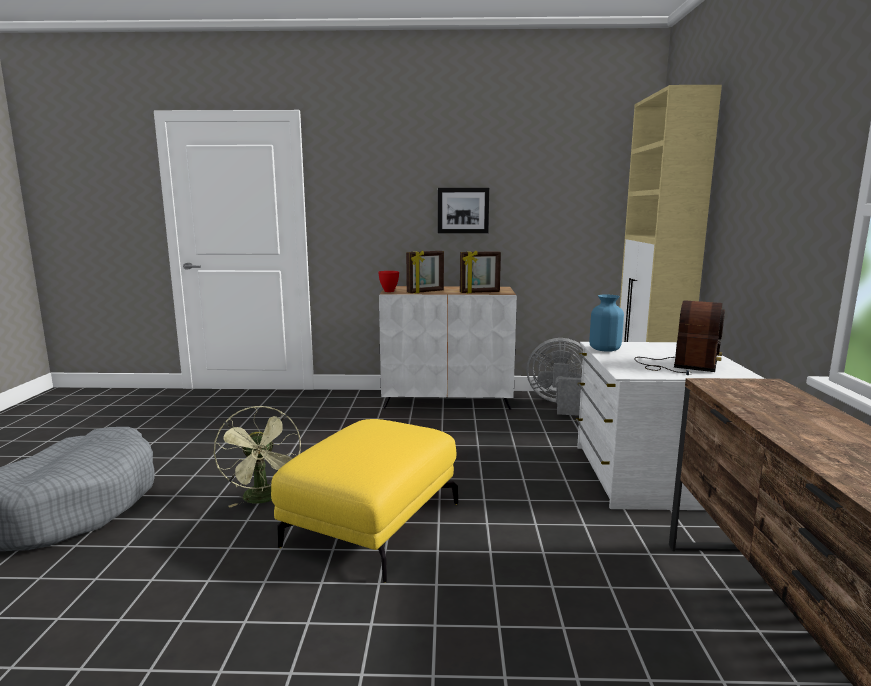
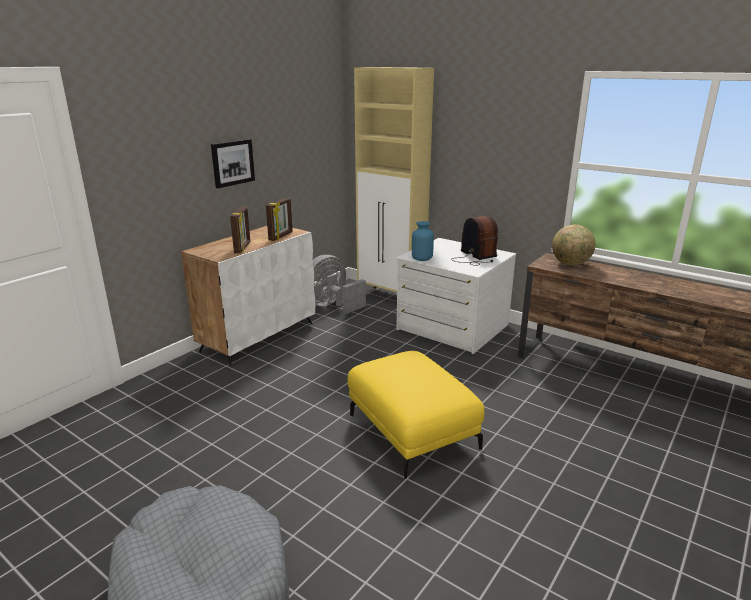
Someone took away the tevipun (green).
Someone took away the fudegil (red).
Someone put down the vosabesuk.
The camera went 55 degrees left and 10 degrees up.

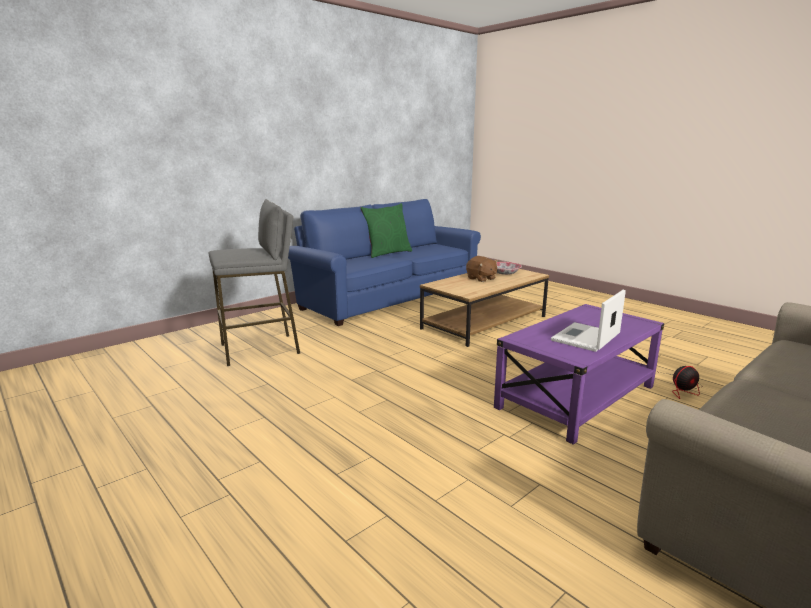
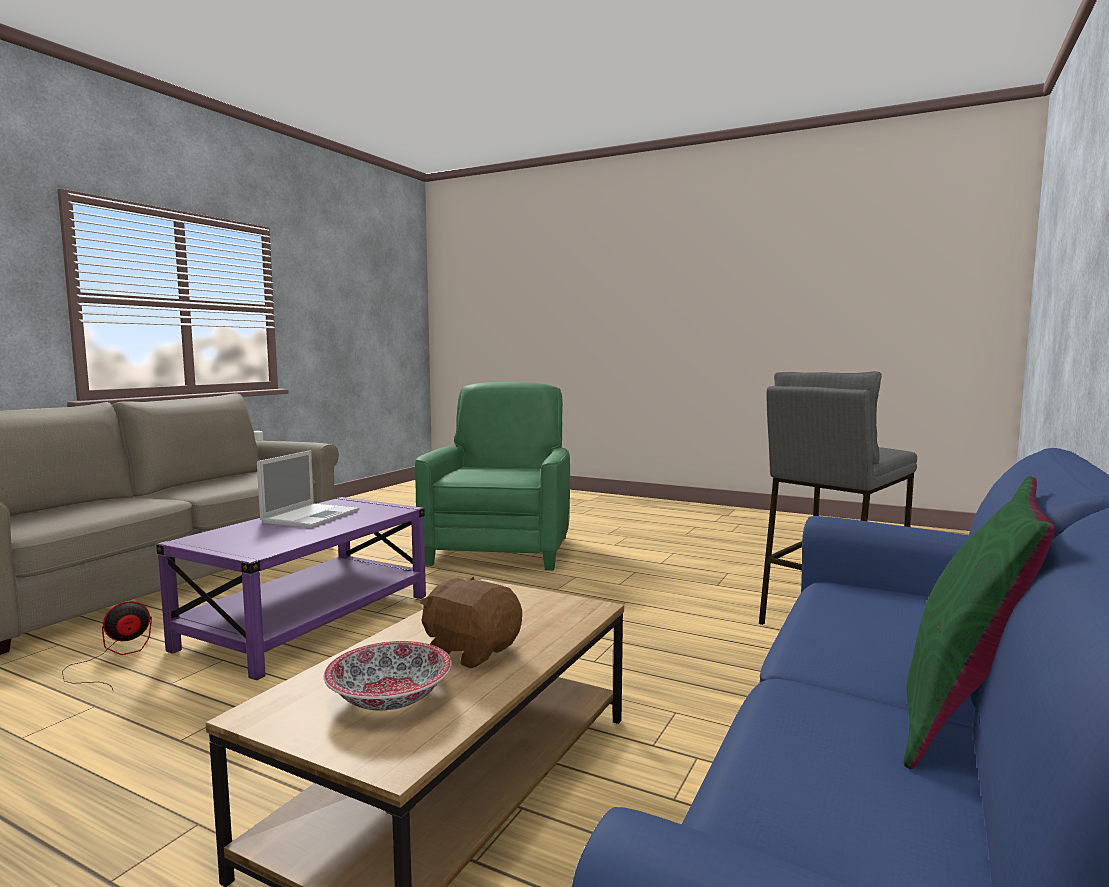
Someone put down the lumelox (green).
The camera went 160 degrees right and 10 degrees down.

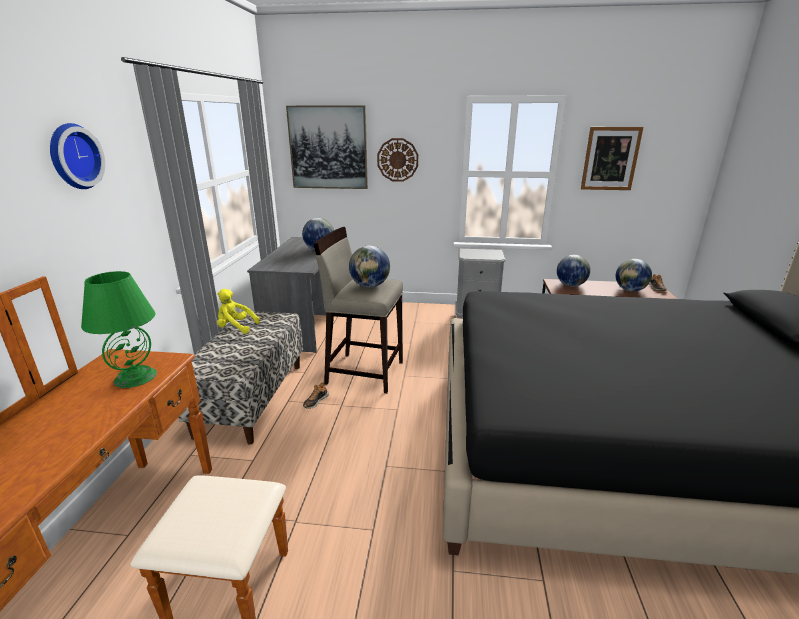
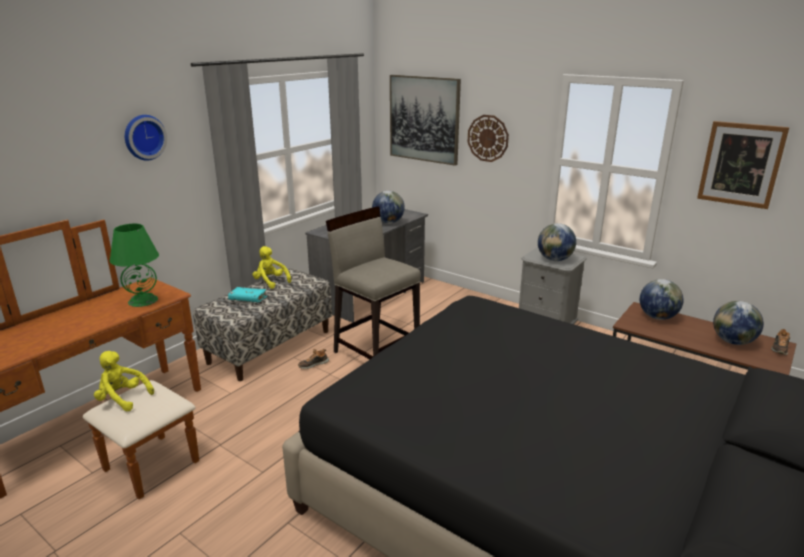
Someone put down the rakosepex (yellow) (no. 1 from left).
Someone put down the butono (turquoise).
Someone carried the vosabesuk (no. 2 from left).
The camera went 30 degrees right and 0 degrees up.

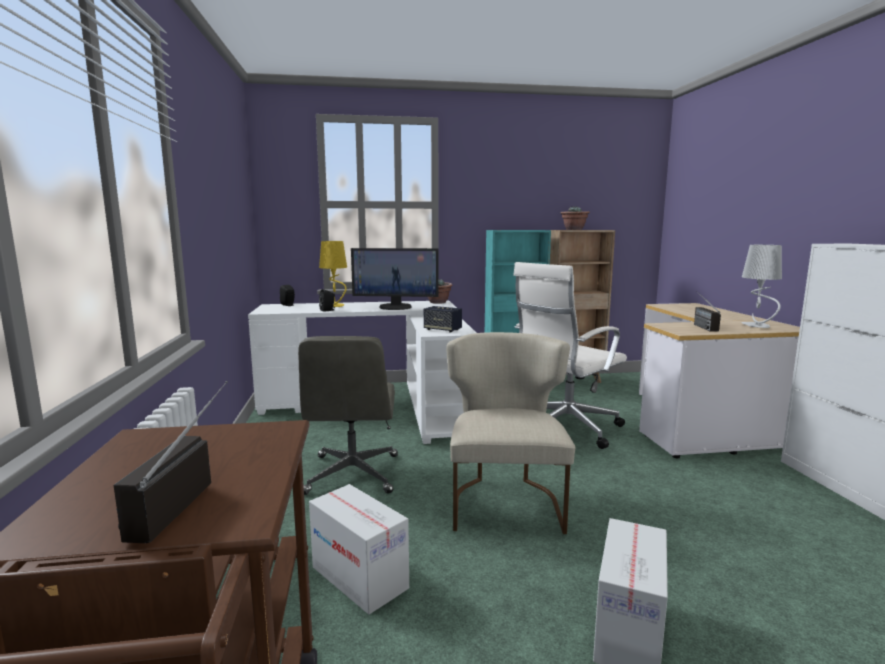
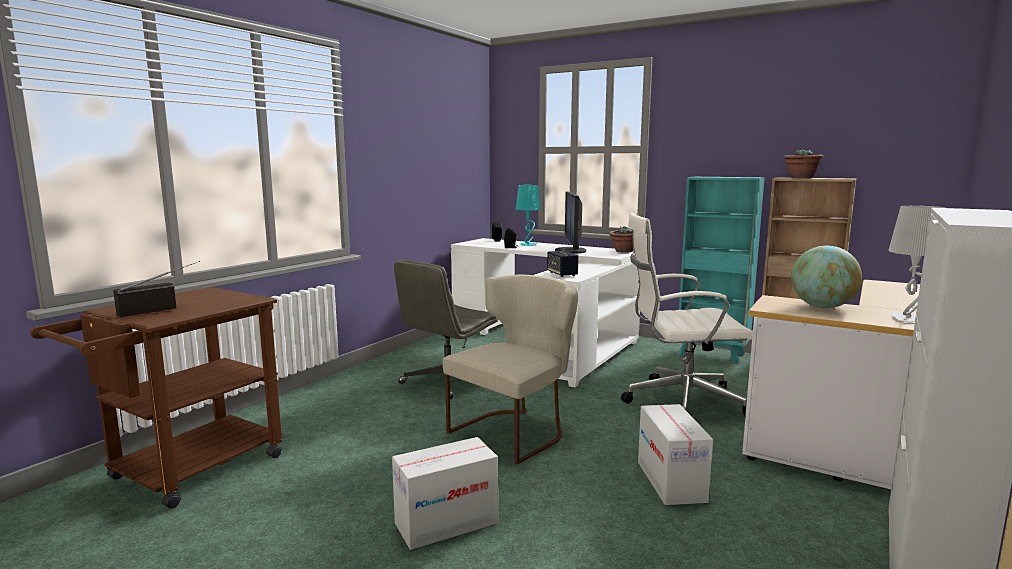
Someone carried the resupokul (no. 1 from left in the first image).
Someone swapped the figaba (no. 2 from left) for the vosabesuk.
Someone repainted the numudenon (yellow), which became the numudenon (turquoise).
Someone rotated the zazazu by 45 degrees clockwise.
The camera went 40 degrees right and 0 degrees up.

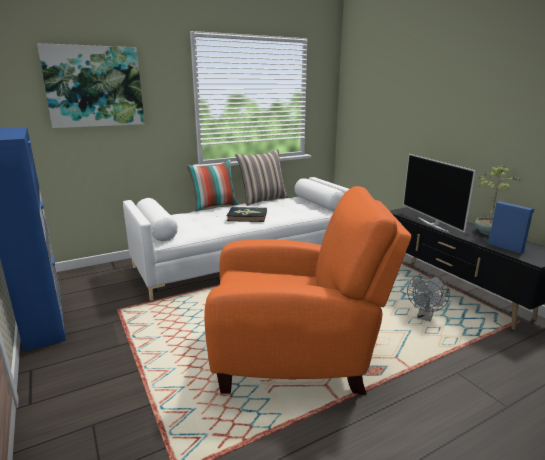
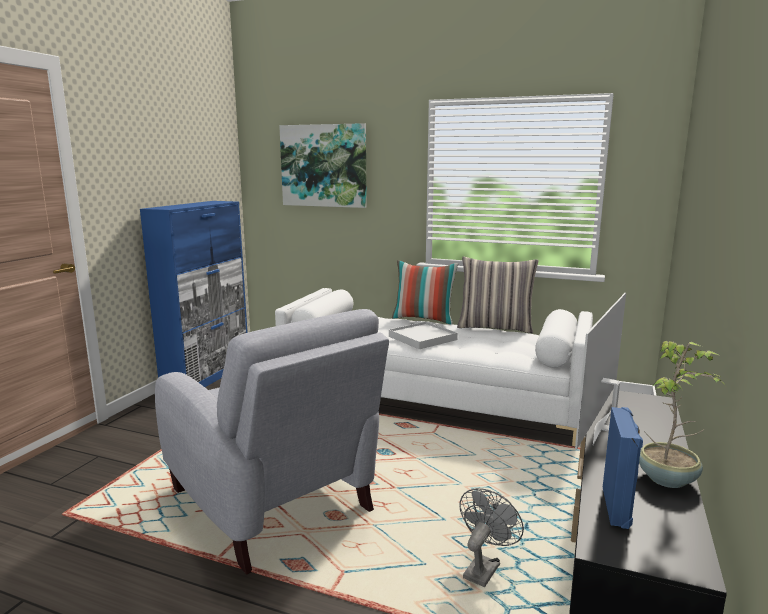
Someone swapped the butono for the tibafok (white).
Someone repainted the lumelox (orange), which became the lumelox (grey).
Someone rotated the tevipun (grey) by 135 degrees clockwise.
The camera went 50 degrees right and 5 degrees down.

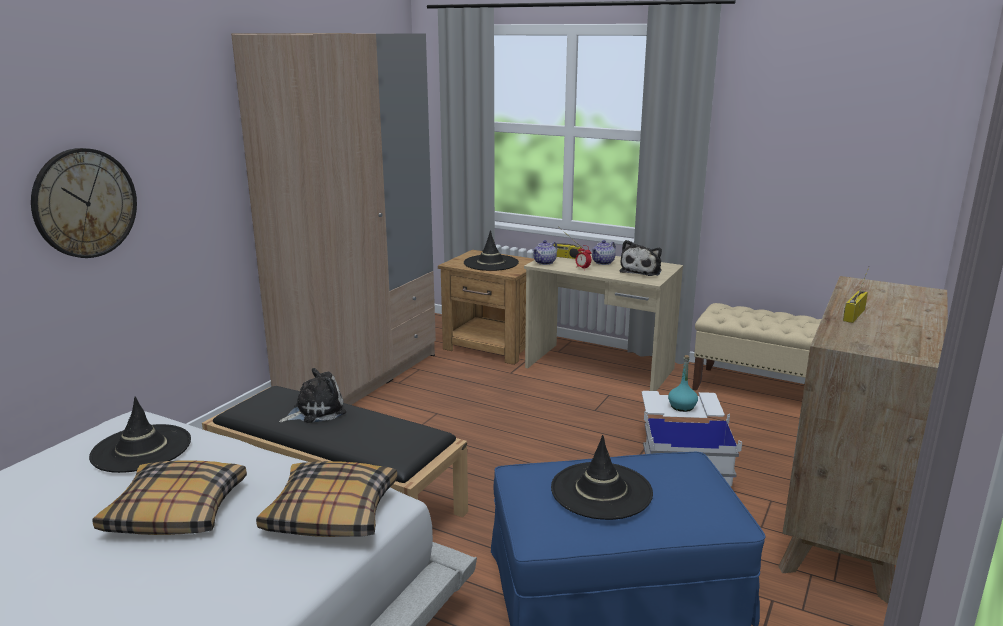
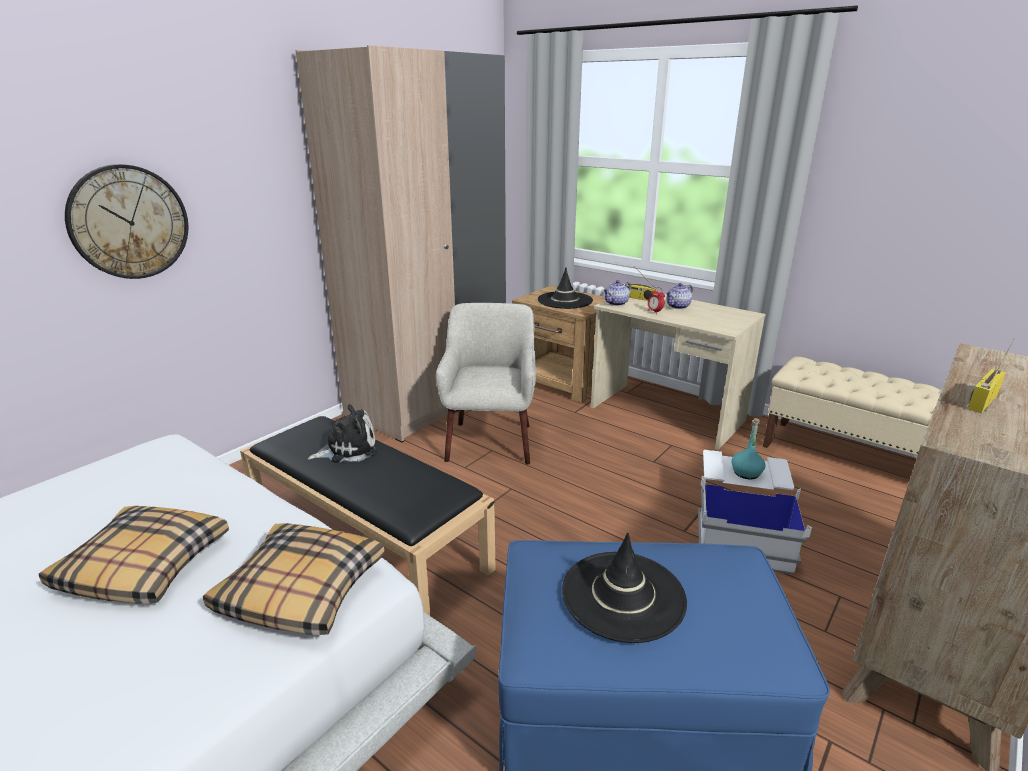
Someone took away the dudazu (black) (no. 1 from left).
Someone took away the rakosepex (no. 2 from left).
Someone put down the lumelox (beige).
The camera went 10 degrees right and 5 degrees up.

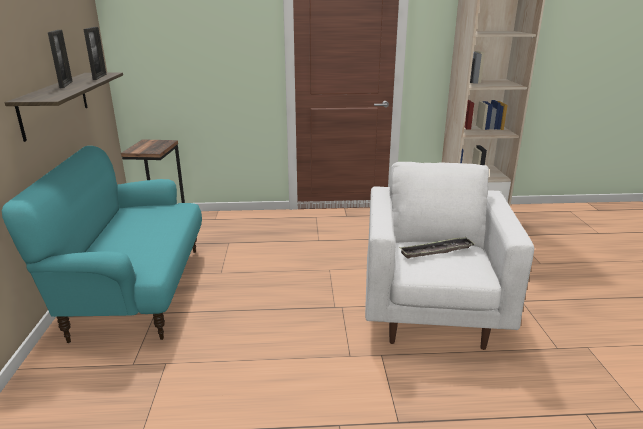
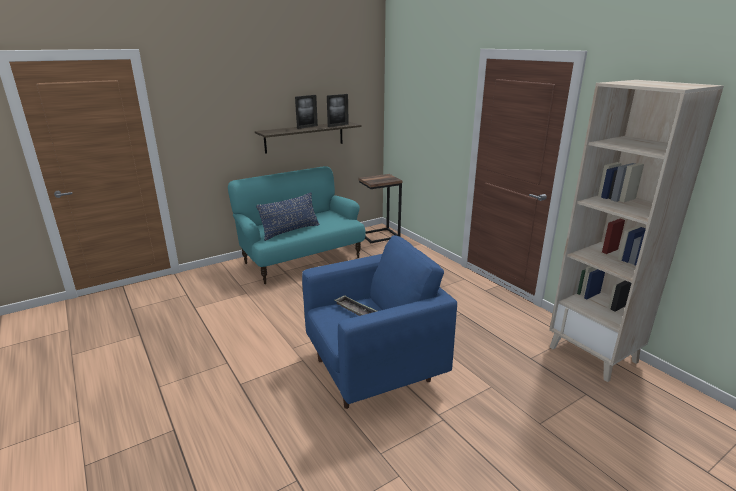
Someone put down the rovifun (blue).
Someone repainted the lumelox (white), which became the lumelox (blue).
The camera went 60 degrees right and 0 degrees up.

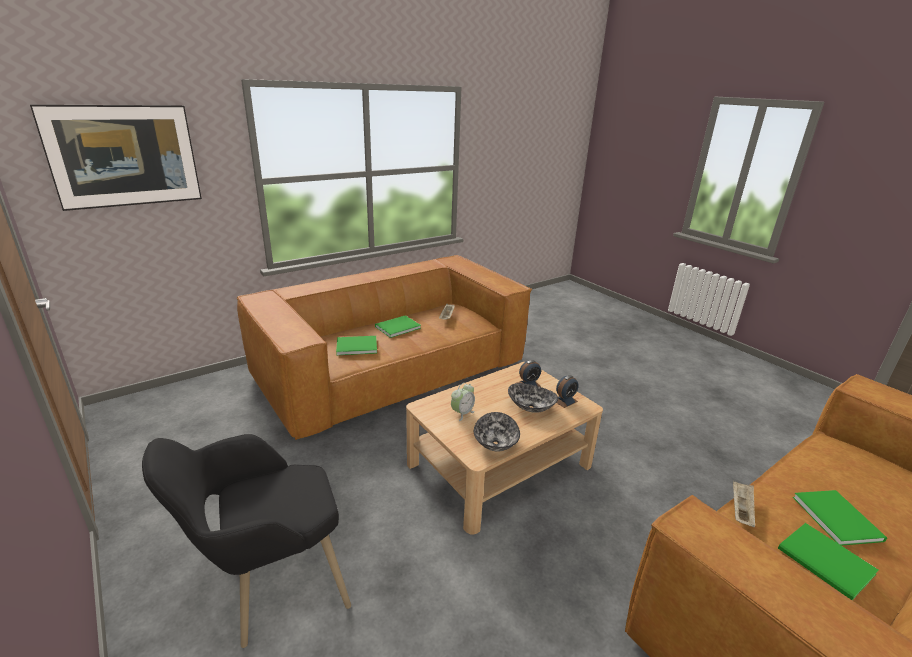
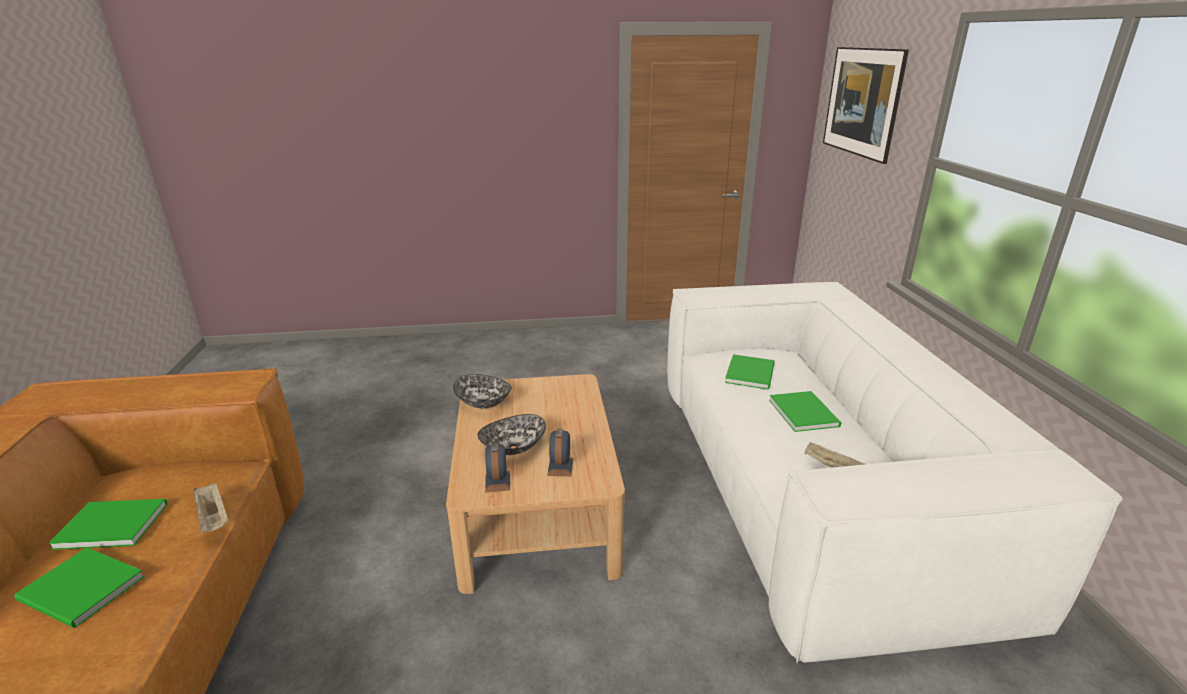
Someone took away the lumelox (black).
Someone took away the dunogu (no. 1 from left).
Someone repainted the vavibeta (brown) (no. 1 from left), which became the vavibeta (white).
The camera went 120 degrees right and 0 degrees up.

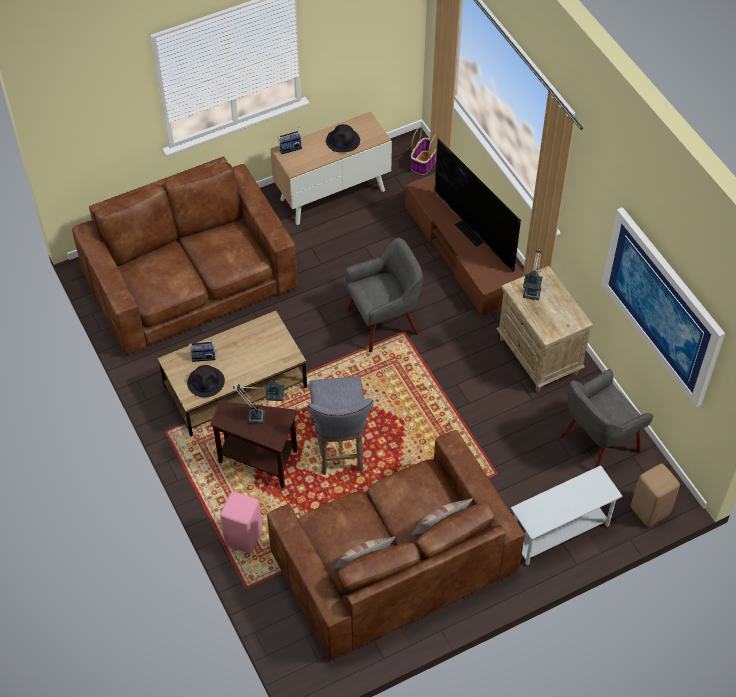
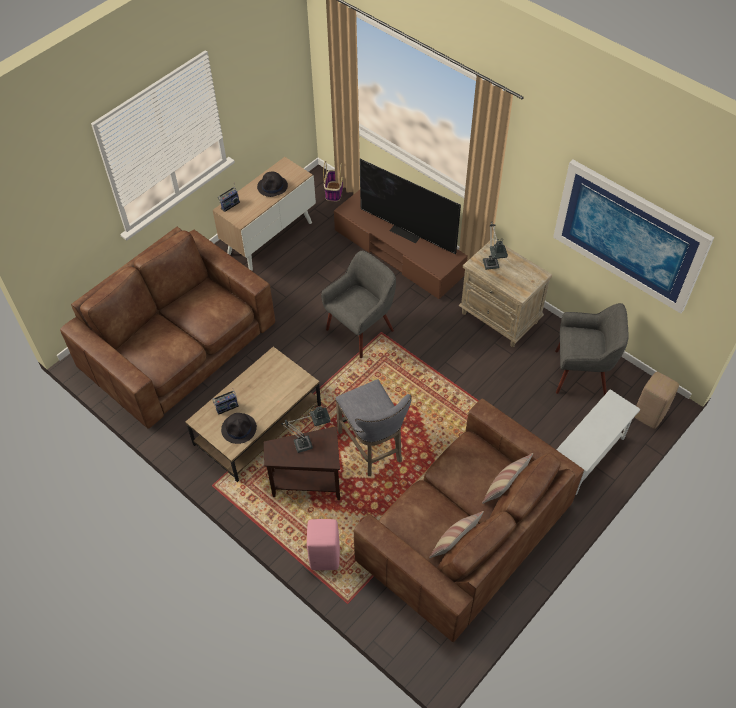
Someone rotated the lumelox (grey) (no. 2 from left) by 120 degrees counterclockwise.
The camera went 20 degrees left and 0 degrees up.

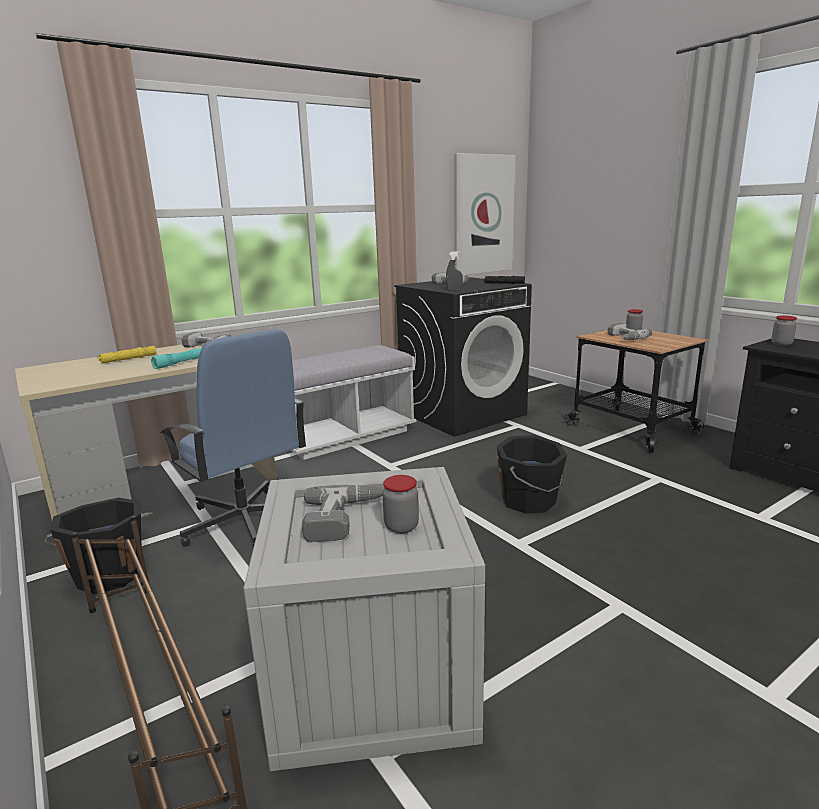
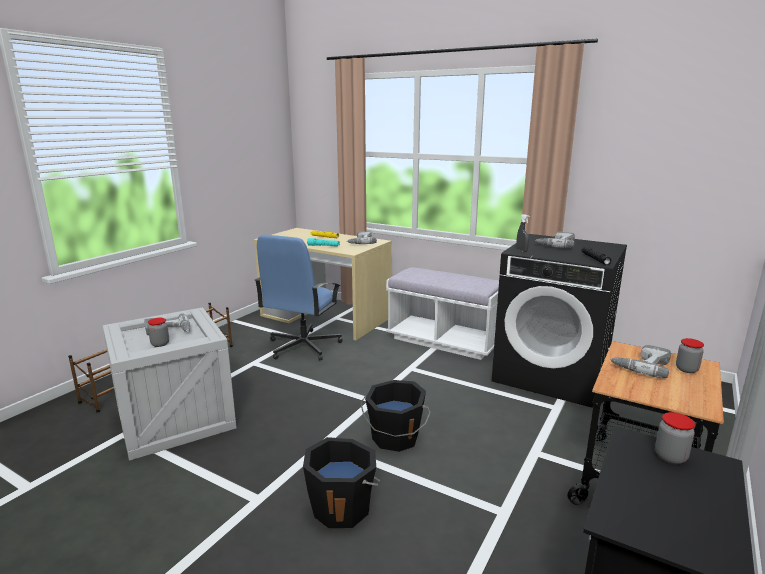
Someone took away the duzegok.
Someone carried the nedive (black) (no. 1 from left).
The camera went 65 degrees right and 0 degrees up.

